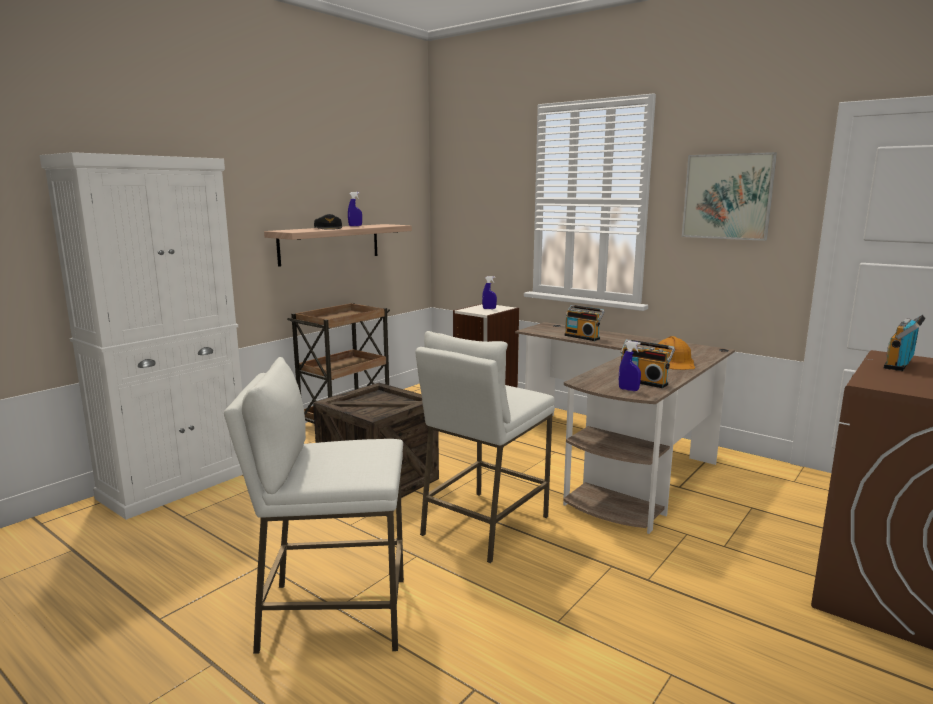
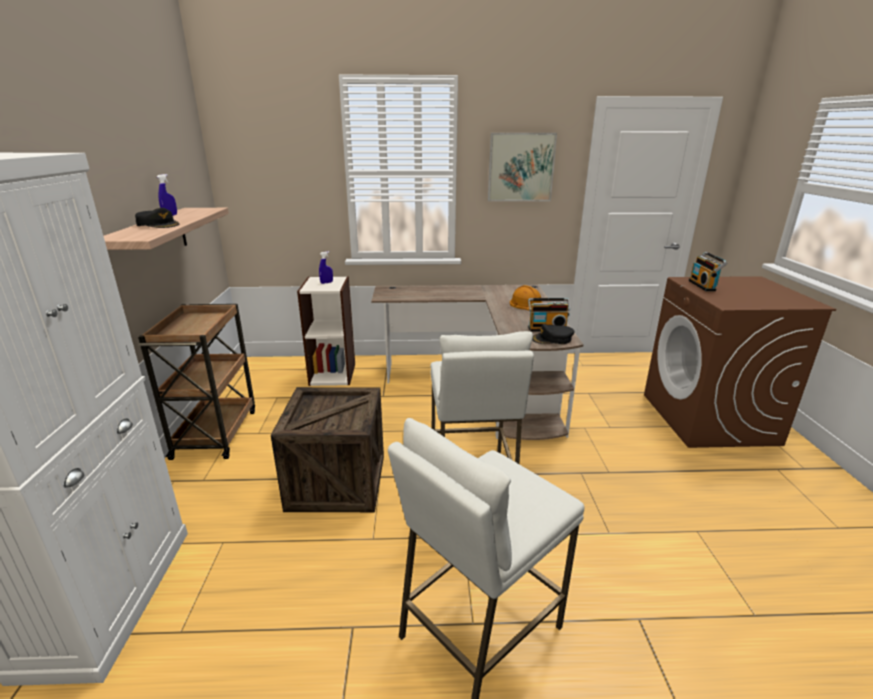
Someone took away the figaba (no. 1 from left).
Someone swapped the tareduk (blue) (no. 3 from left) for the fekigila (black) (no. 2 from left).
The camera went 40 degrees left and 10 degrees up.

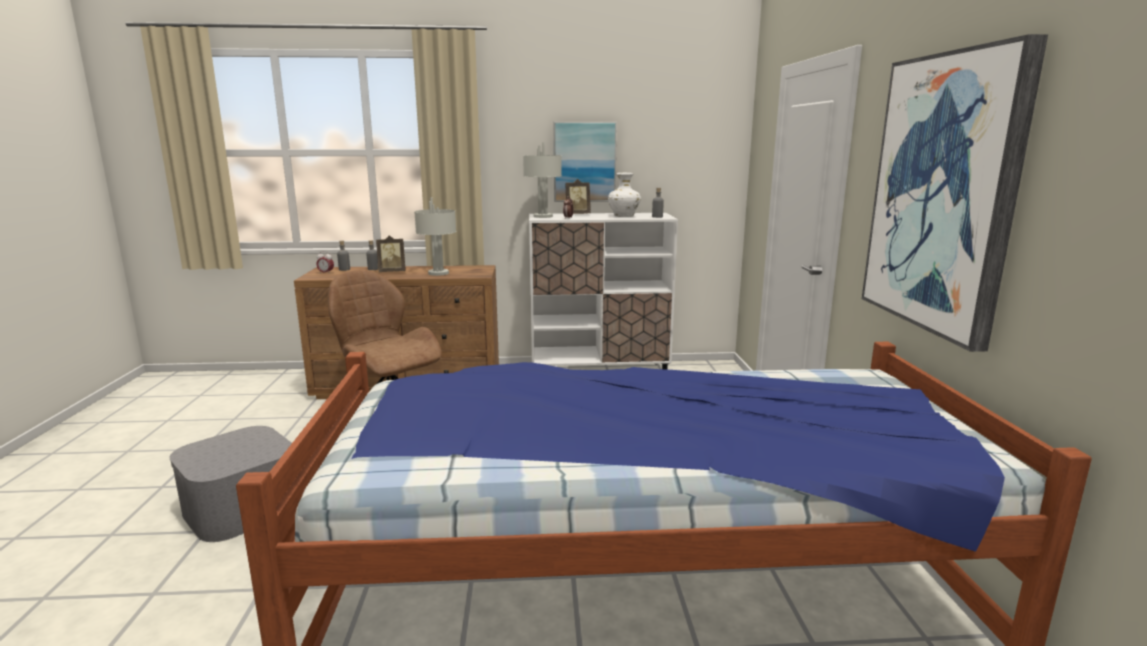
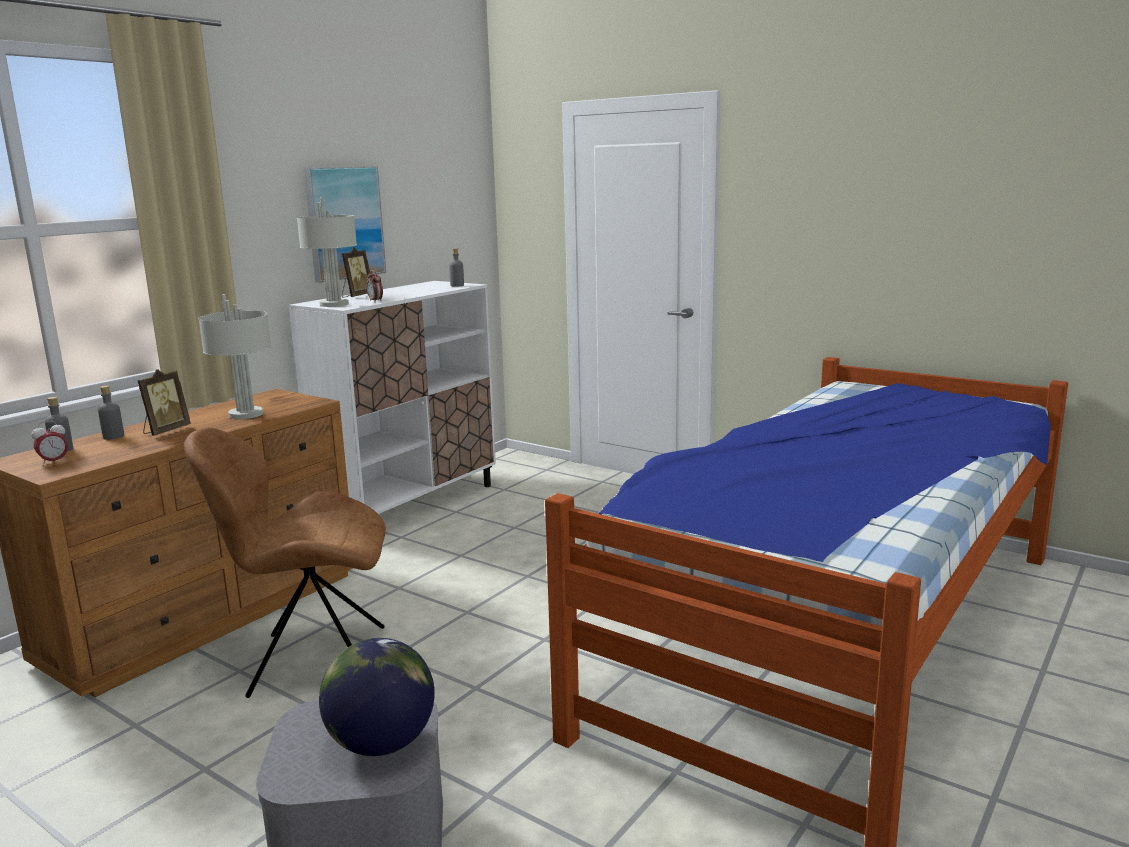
Someone took away the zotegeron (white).
Someone took away the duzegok (no. 2 from left).
Someone put down the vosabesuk.
The camera went 50 degrees left and 0 degrees up.

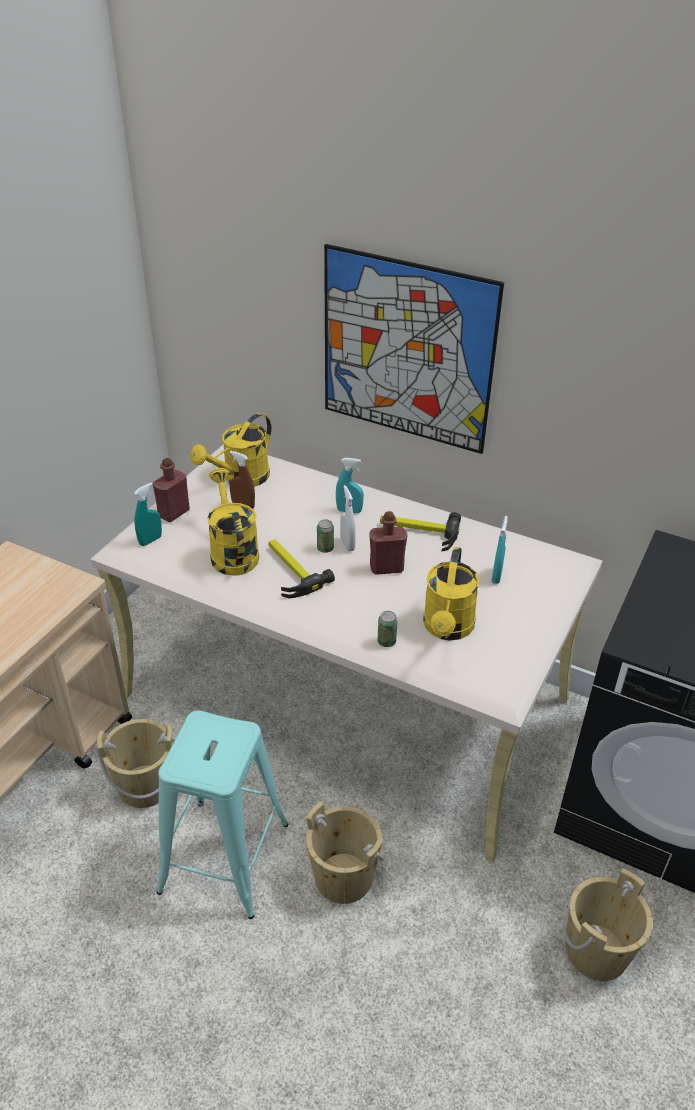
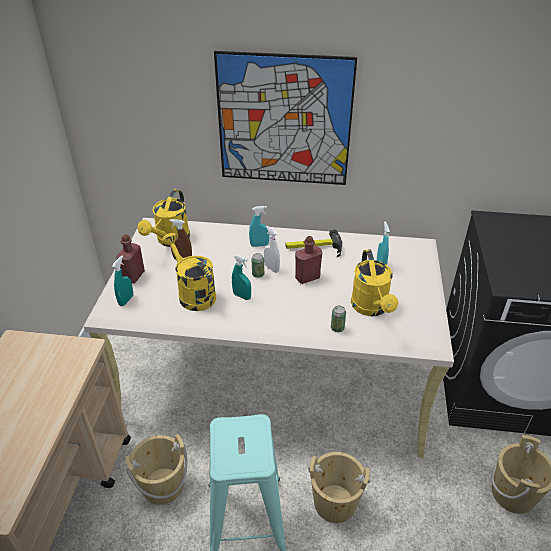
Someone swapped the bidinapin (no. 1 from left) for the tareduk (turquoise) (no. 2 from left).
The camera went 20 degrees left and 0 degrees up.

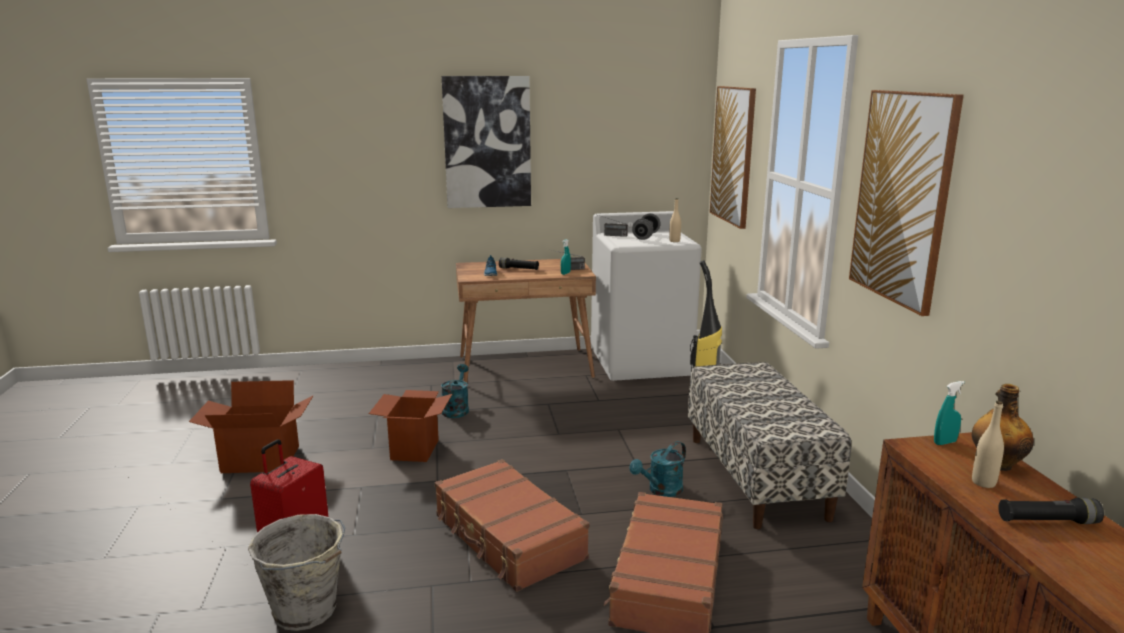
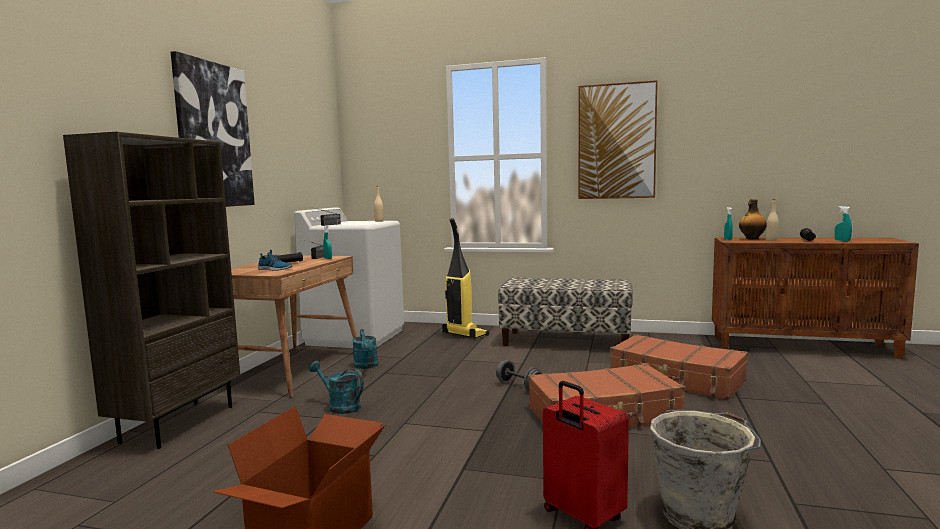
Someone took away the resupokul (no. 2 from left).
Someone took away the duzegok (no. 2 from left).
Someone put down the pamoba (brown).
Someone put down the tareduk (turquoise) (no. 3 from left).
Someone carried the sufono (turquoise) (no. 2 from left).
Someone carried the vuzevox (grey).
The camera went 65 degrees left and 10 degrees down.

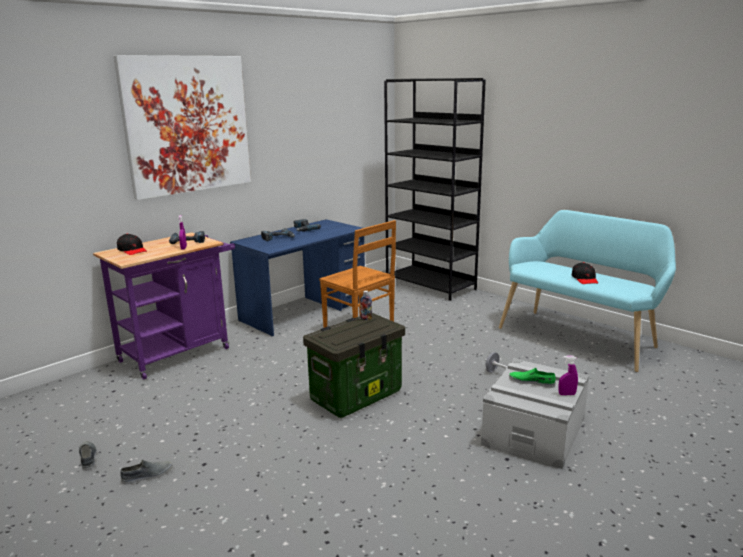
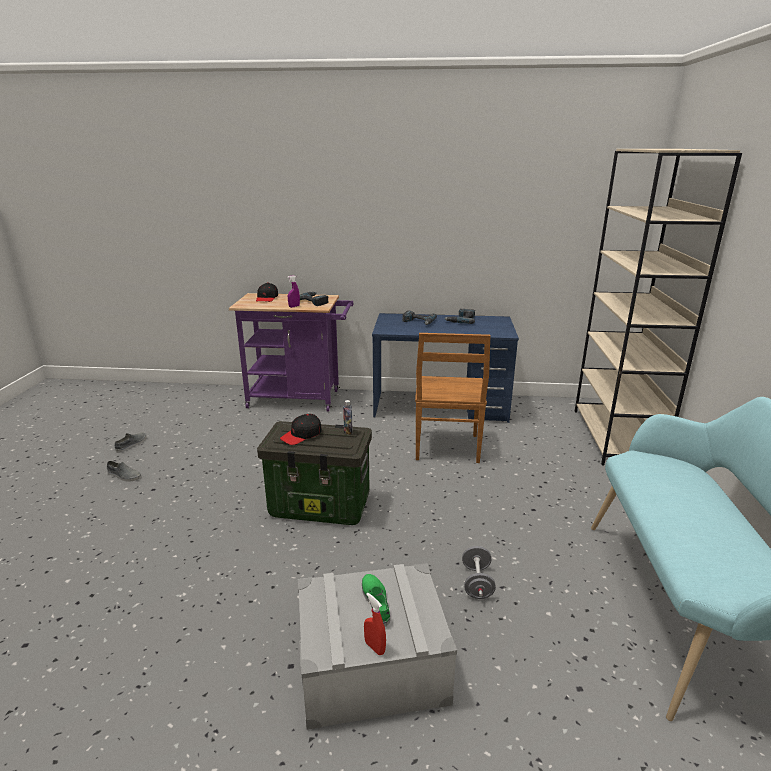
Someone took away the duzegok.
Someone carried the fekigila (black) (no. 2 from left).
Someone repainted the pamoba (black), which became the pamoba (beige).
Someone repainted the tareduk (purple) (no. 2 from left), which became the tareduk (red).
The camera went 50 degrees right and 5 degrees up.

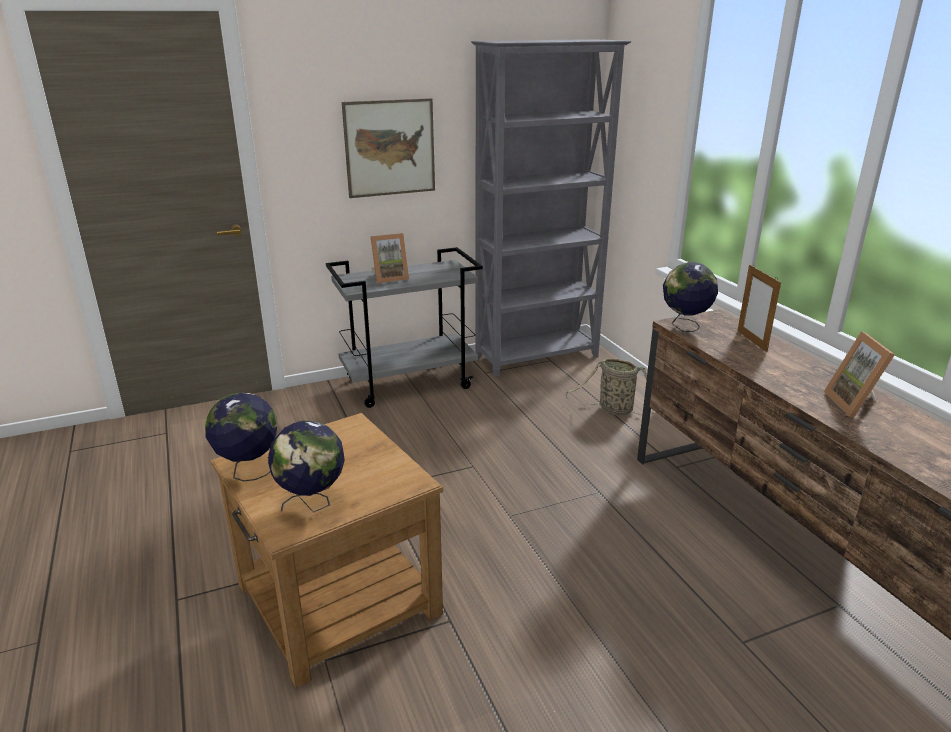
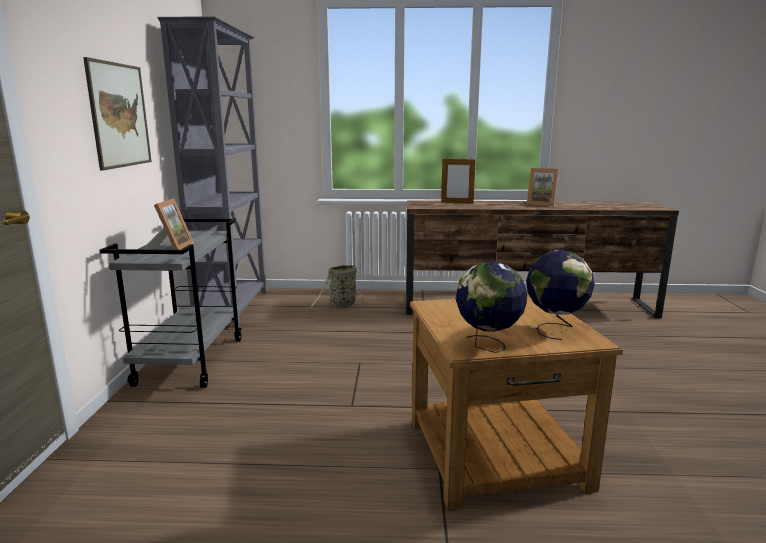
Someone took away the vosabesuk (no. 3 from left).
The camera went 65 degrees left and 10 degrees down.

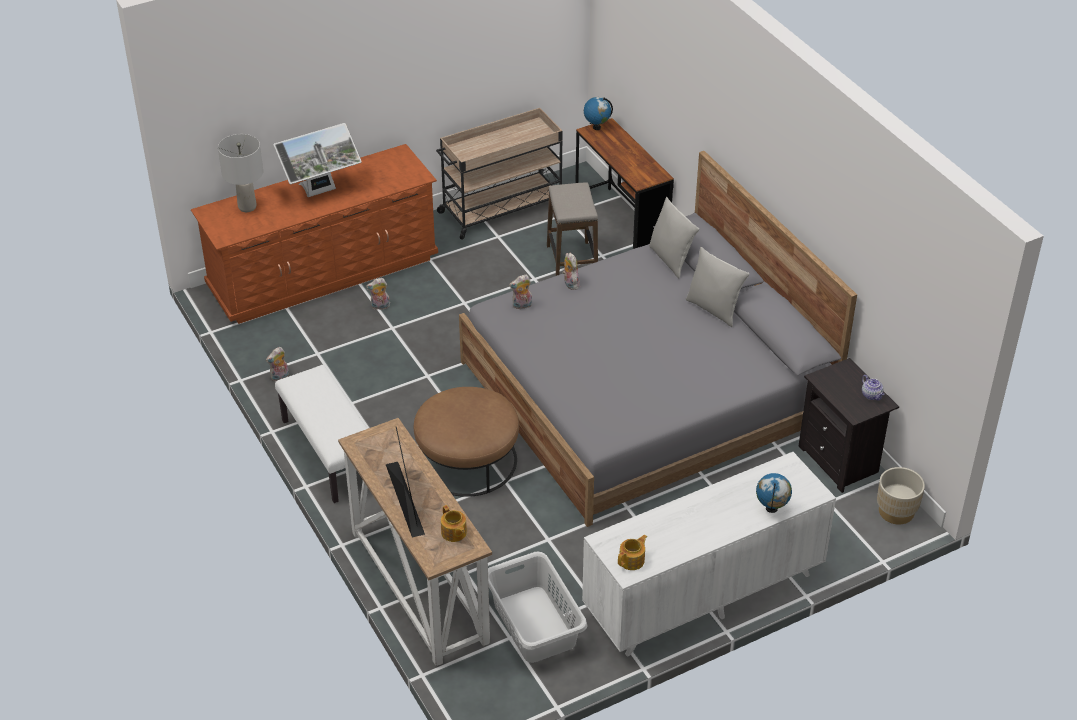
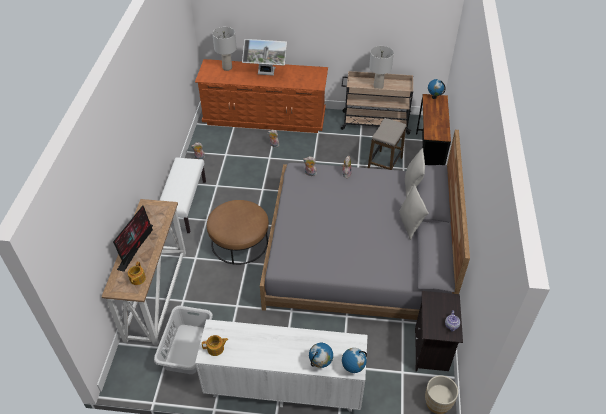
Someone put down the vosabesuk (no. 2 from left).
Someone put down the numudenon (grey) (no. 2 from left).
The camera went 35 degrees right and 5 degrees up.

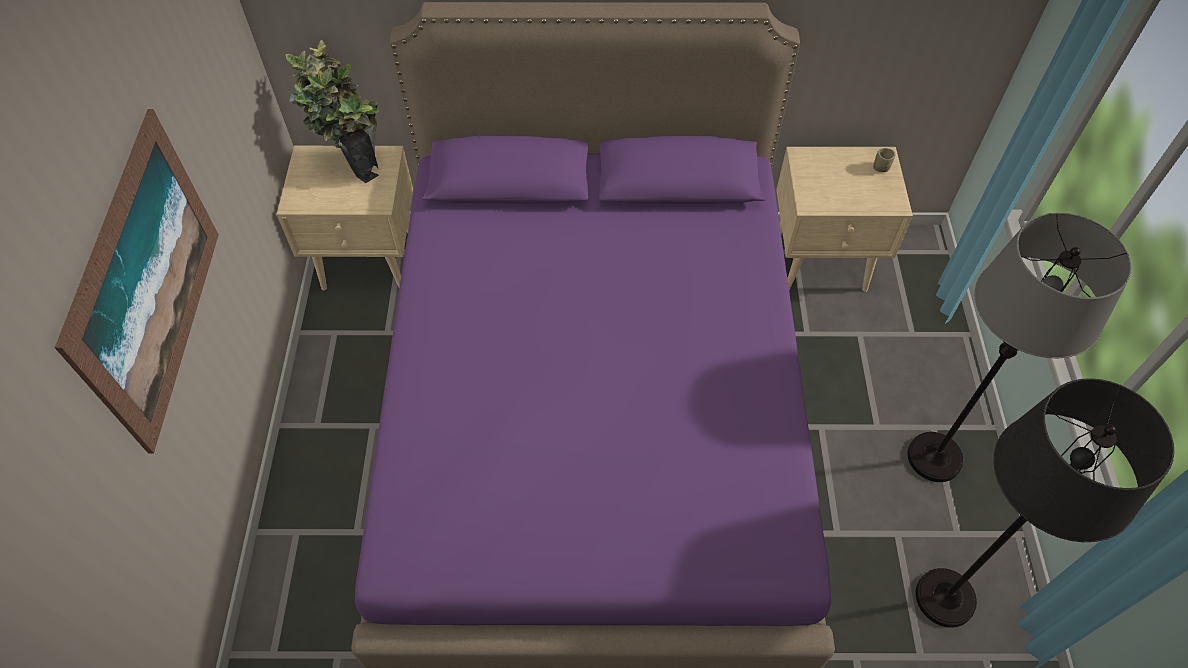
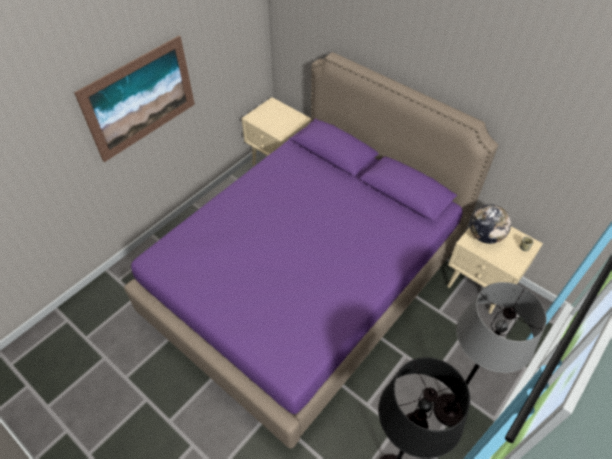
Someone took away the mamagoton.
Someone put down the vosabesuk.
The camera went 40 degrees right and 5 degrees down.

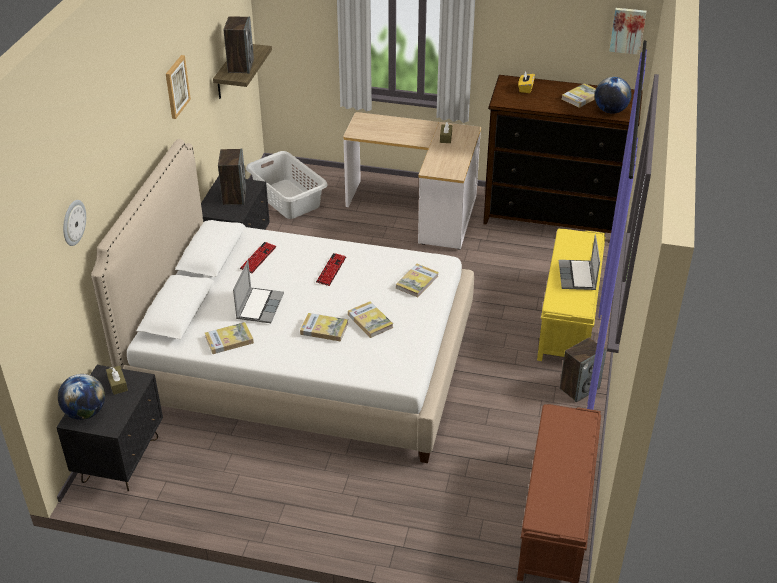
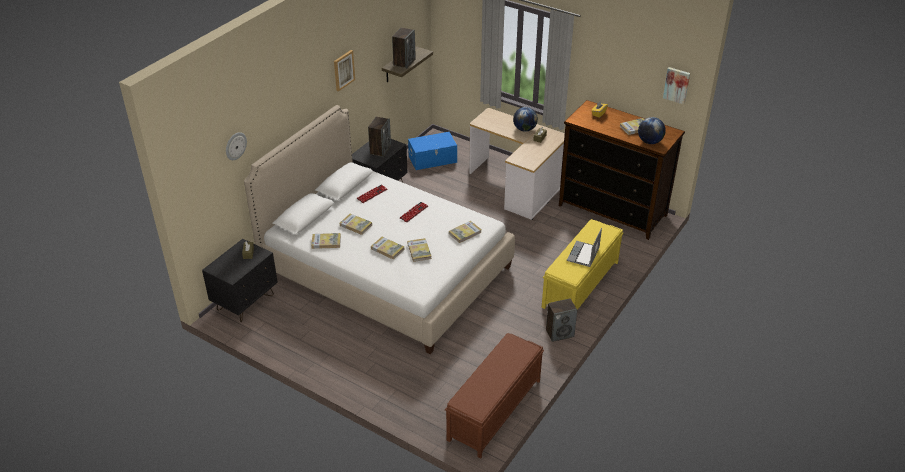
Someone carried the vosabesuk (no. 1 from left).
Someone swapped the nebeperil (no. 1 from left) for the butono (no. 2 from left).
Someone swapped the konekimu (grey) for the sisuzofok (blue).
The camera went 20 degrees right and 0 degrees up.

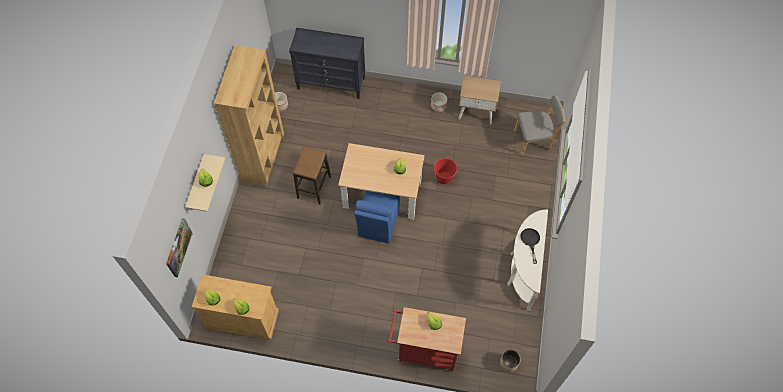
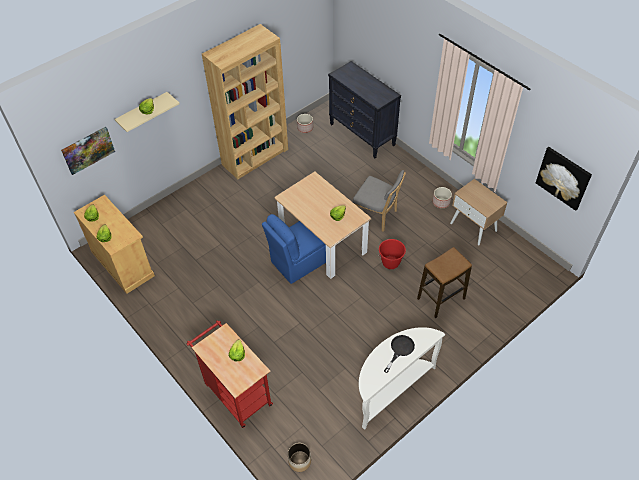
Someone put up the duzegok (no. 2 from left).
Someone carried the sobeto.
Someone carried the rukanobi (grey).
The camera went 40 degrees right and 10 degrees down.

